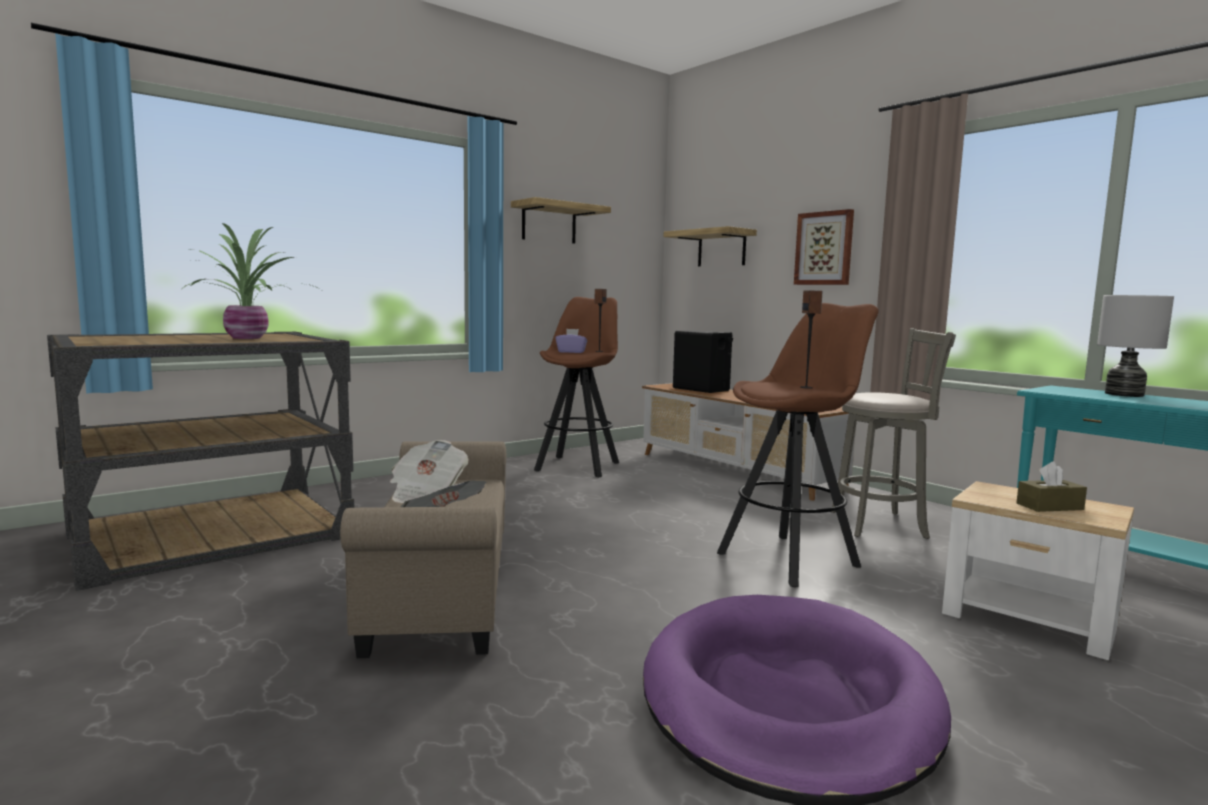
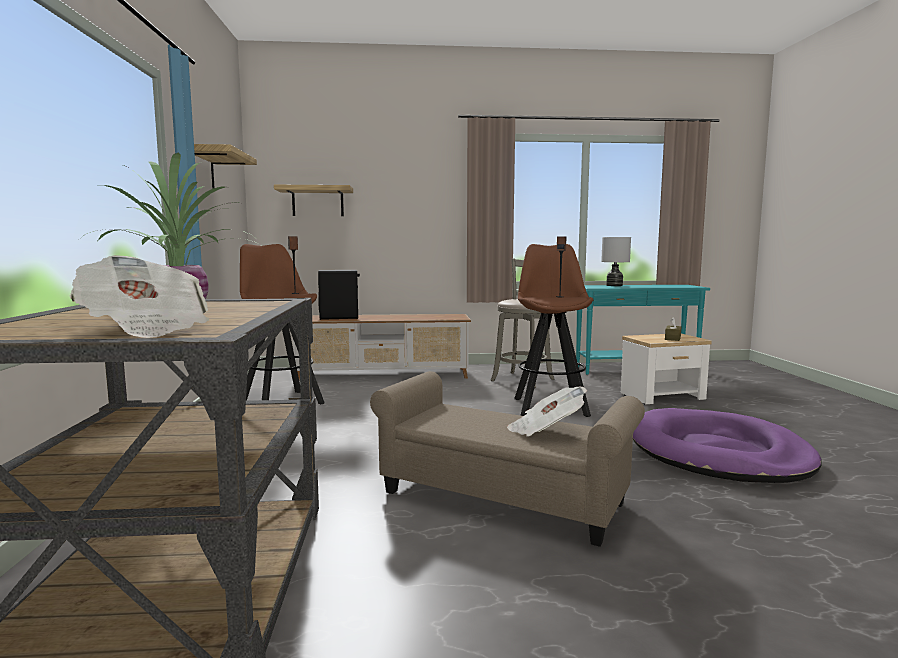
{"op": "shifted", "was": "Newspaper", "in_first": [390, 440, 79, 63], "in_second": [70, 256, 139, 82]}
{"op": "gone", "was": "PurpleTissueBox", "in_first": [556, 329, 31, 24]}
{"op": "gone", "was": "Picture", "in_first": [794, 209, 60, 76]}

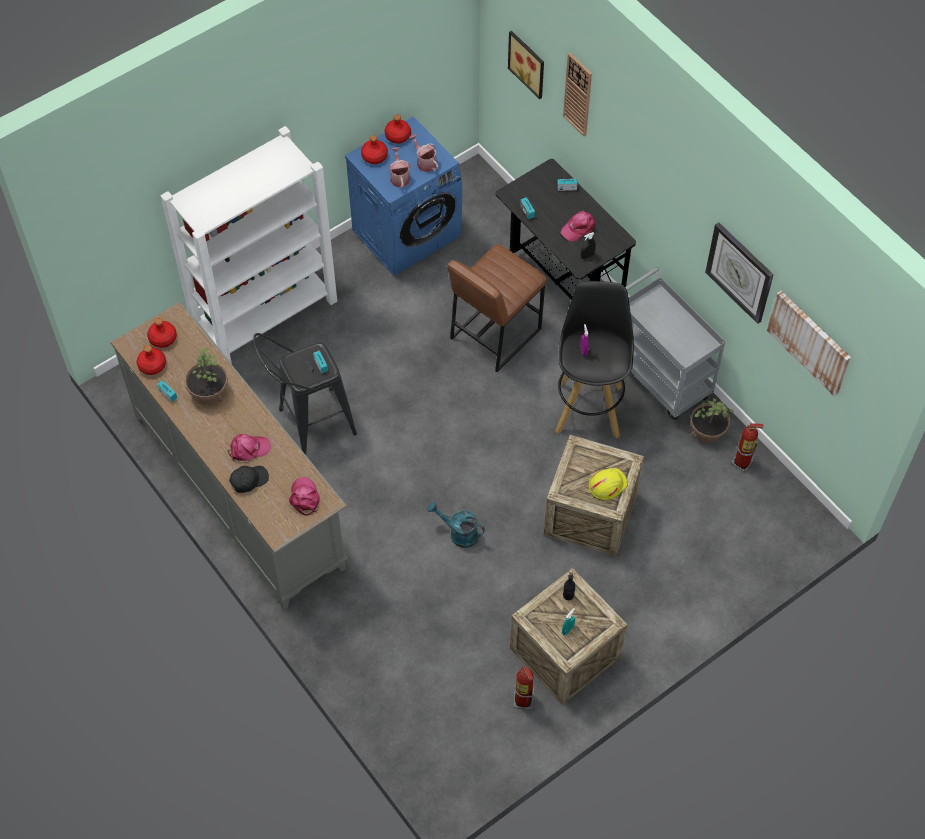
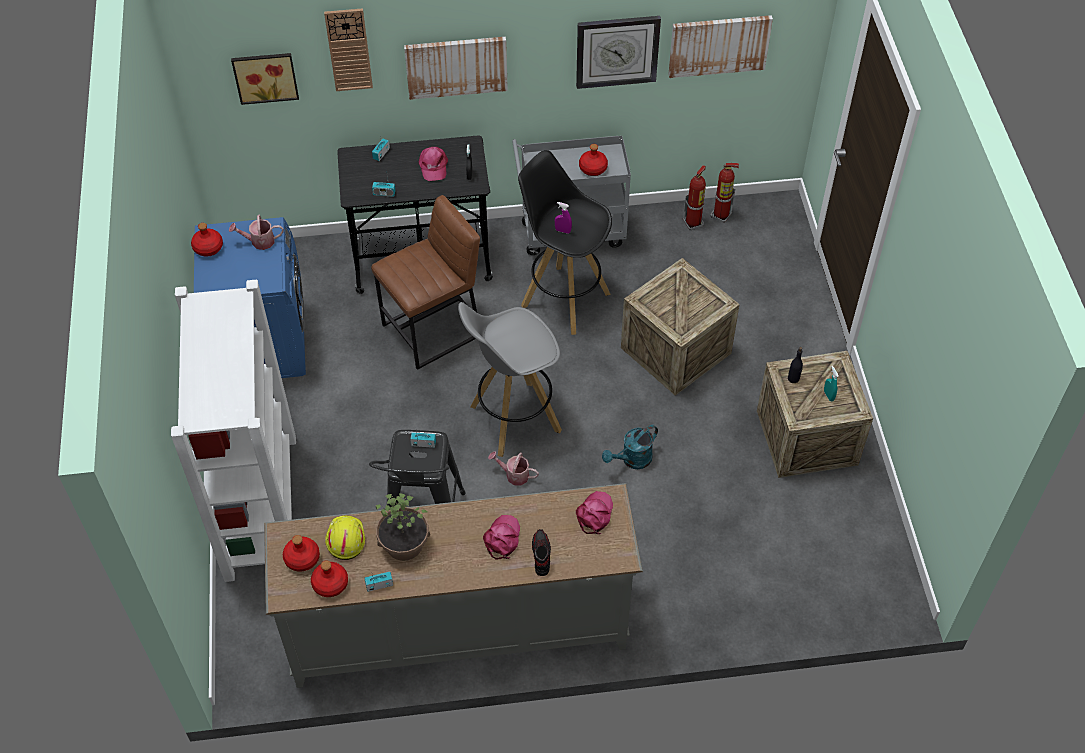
{"op": "shifted", "was": "YellowHardHat", "in_first": [589, 468, 39, 33], "in_second": [325, 515, 40, 45]}
{"op": "rotated", "was": "BrownChair", "in_first": [447, 244, 100, 128], "in_second": [371, 195, 109, 175], "clockwise": -105}
{"op": "new", "now": "Picture", "in_second": [404, 37, 104, 63]}
{"op": "new", "now": "GreyStool", "in_second": [458, 302, 104, 155]}
{"op": "shifted", "was": "WateringCan", "in_first": [389, 147, 22, 42], "in_second": [488, 451, 51, 35]}
{"op": "swapped", "was": "BlackCap", "now": "Shoe", "in_first": [229, 466, 40, 27], "in_second": [532, 529, 19, 47]}
{"op": "rotated", "was": "PinkCap", "in_first": [289, 477, 31, 39], "in_second": [576, 491, 37, 43], "clockwise": 90}
{"op": "shifted", "was": "RedBottle", "in_first": [361, 135, 27, 29], "in_second": [579, 144, 29, 32]}
{"op": "shifted", "was": "FireExtinguisher", "in_first": [514, 666, 20, 43], "in_second": [711, 163, 28, 60]}
{"op": "gone", "was": "PottedPlant", "in_first": [690, 398, 43, 45]}

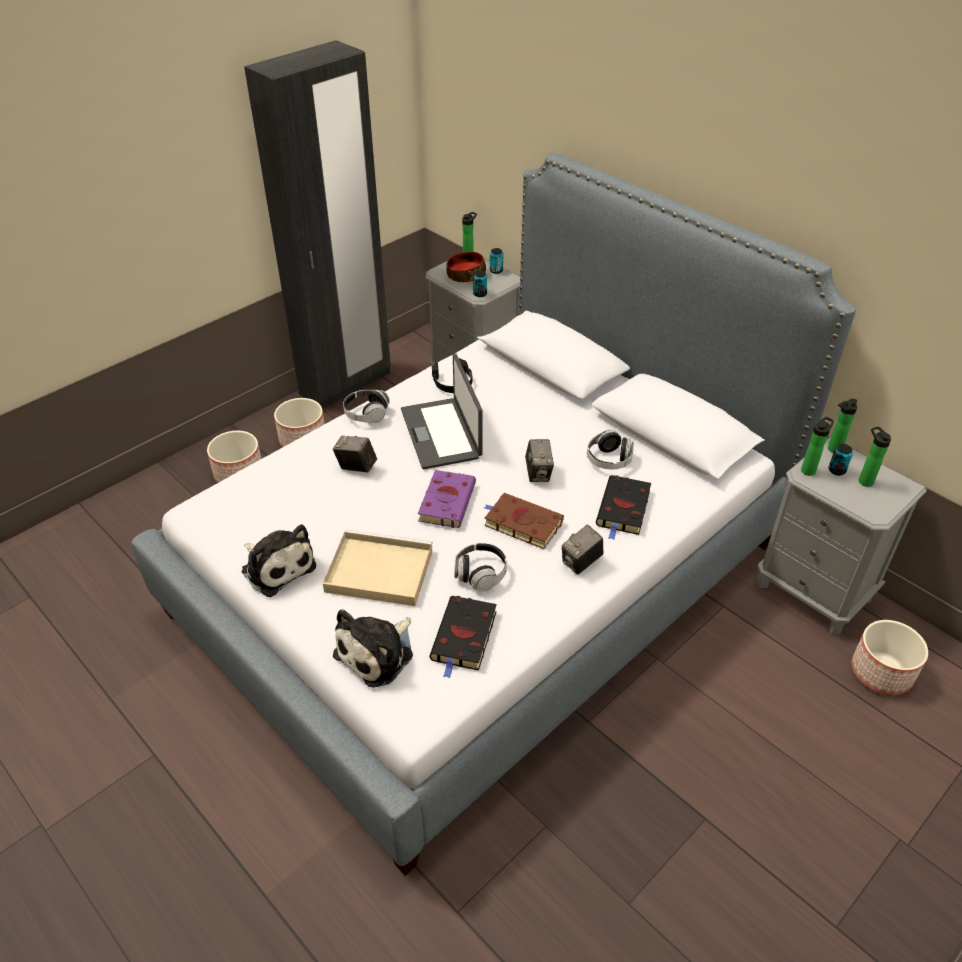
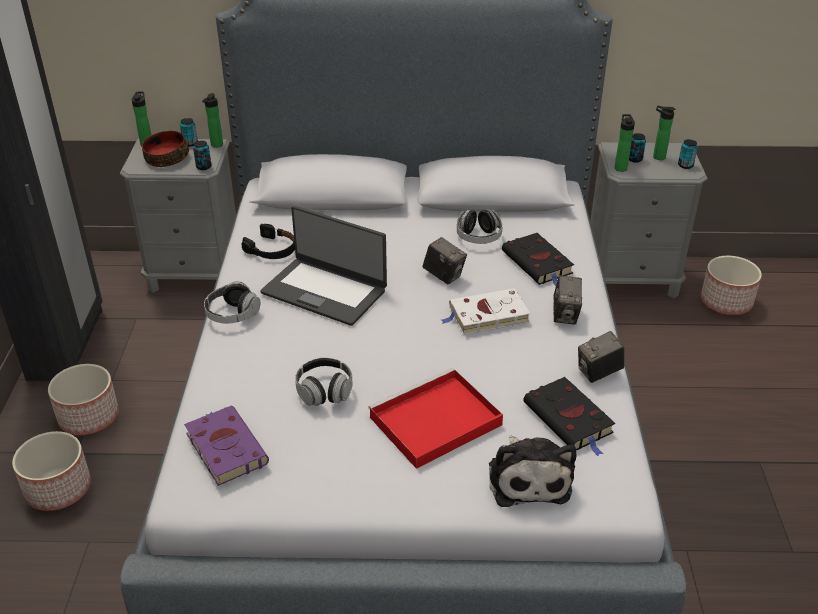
{"op": "shifted", "was": "PurpleBook", "in_first": [418, 470, 58, 58], "in_second": [184, 405, 85, 81]}
{"op": "shifted", "was": "Bottle", "in_first": [828, 399, 29, 54], "in_second": [202, 93, 21, 54]}
{"op": "shifted", "was": "Headphones", "in_first": [455, 543, 52, 49], "in_second": [295, 358, 57, 48]}
{"op": "repainted", "was": "BeigeTray", "now": "RedTray", "in_first": [323, 529, 110, 77], "in_second": [368, 368, 135, 101]}
{"op": "repainted", "was": "BrownBook", "now": "WhiteBook", "in_first": [484, 493, 80, 56], "in_second": [441, 288, 89, 47]}
{"op": "shifted", "was": "PhotoCamera", "in_first": [333, 436, 44, 37], "in_second": [578, 331, 46, 52]}
{"op": "new", "now": "Can", "in_second": [678, 139, 20, 30]}
{"op": "gone", "was": "PlushToy", "in_first": [242, 524, 74, 73]}

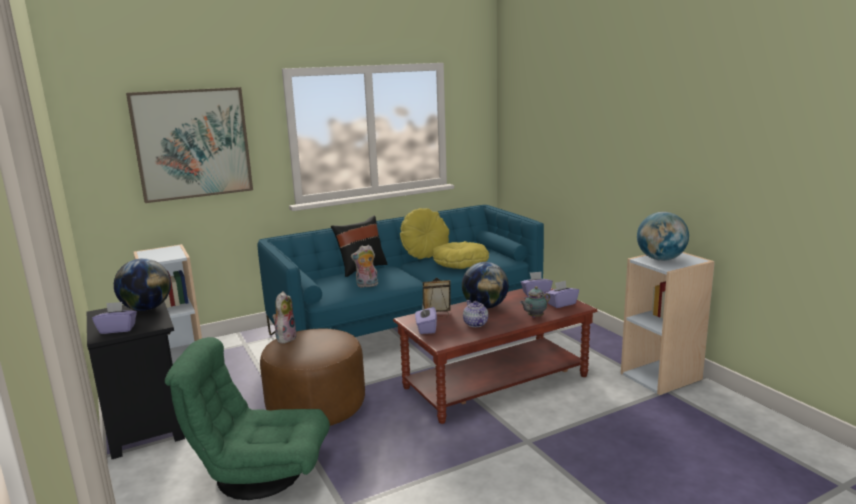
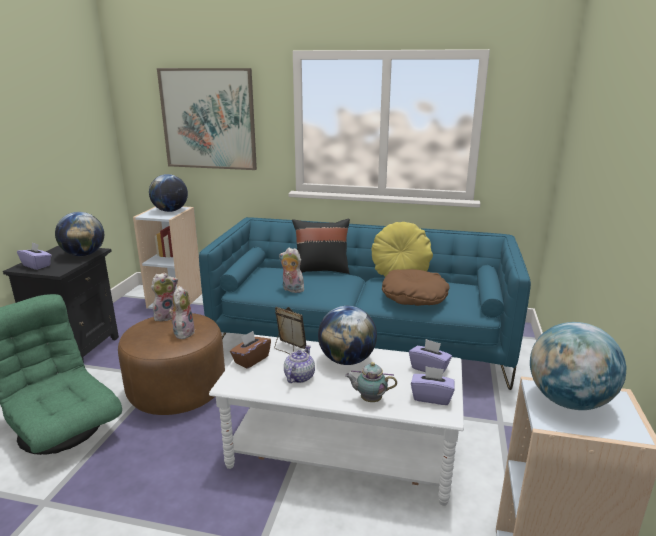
{"op": "new", "now": "Globe", "in_second": [149, 174, 39, 38]}
{"op": "new", "now": "PlushToy", "in_second": [169, 286, 26, 53]}
{"op": "repainted", "was": "BrownCoffeeTable", "now": "WhiteCoffeeTable", "in_first": [393, 288, 205, 136], "in_second": [209, 335, 255, 171]}
{"op": "repainted", "was": "PurpleTissueBox", "now": "BrownTissueBox", "in_first": [415, 304, 22, 30], "in_second": [230, 331, 41, 38]}
{"op": "repainted", "was": "YellowPillow", "now": "BrownPillow", "in_first": [433, 241, 56, 28], "in_second": [382, 269, 68, 37]}

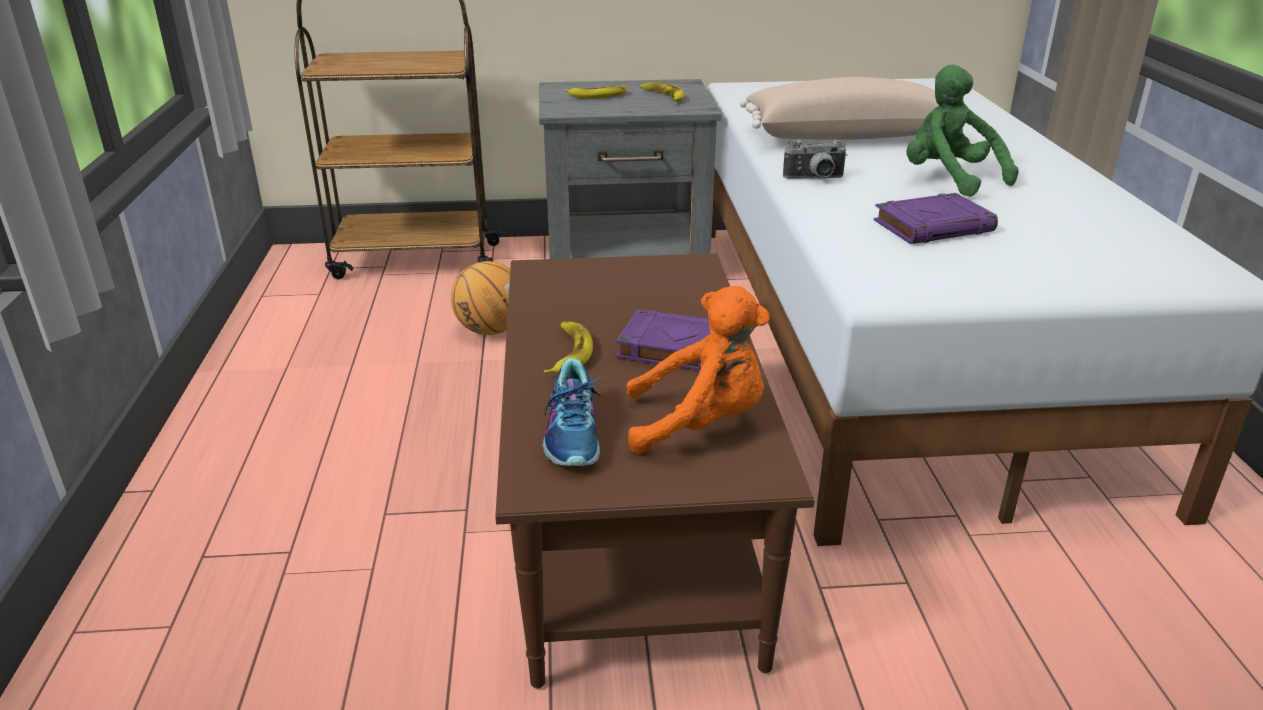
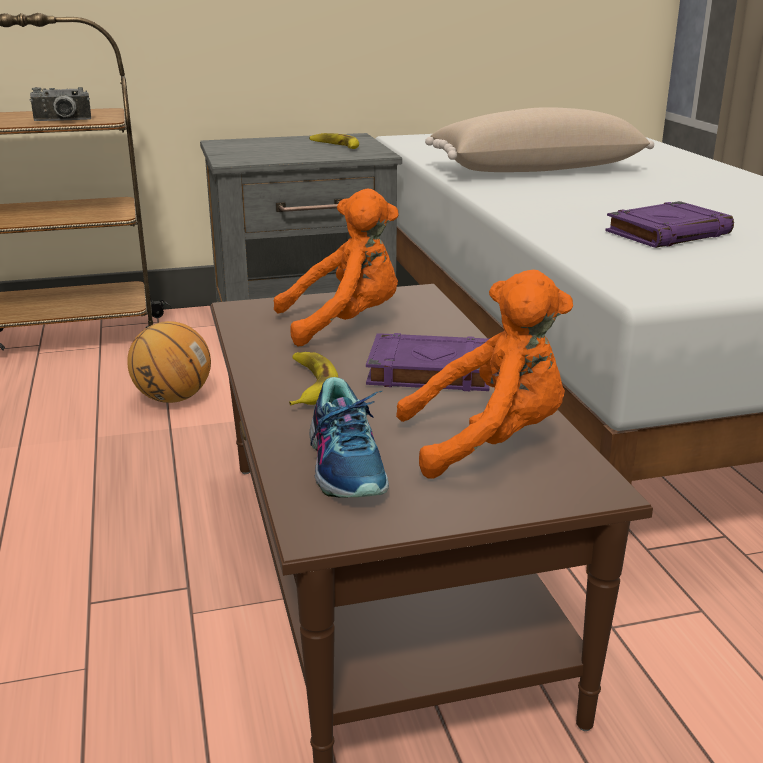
{"op": "shifted", "was": "PhotoCamera", "in_first": [783, 141, 64, 38], "in_second": [30, 87, 61, 34]}
{"op": "new", "now": "OrangePlushToy", "in_second": [274, 189, 125, 158]}
{"op": "gone", "was": "Banana", "in_first": [564, 85, 63, 14]}
{"op": "gone", "was": "GreenPlushToy", "in_first": [906, 64, 113, 133]}

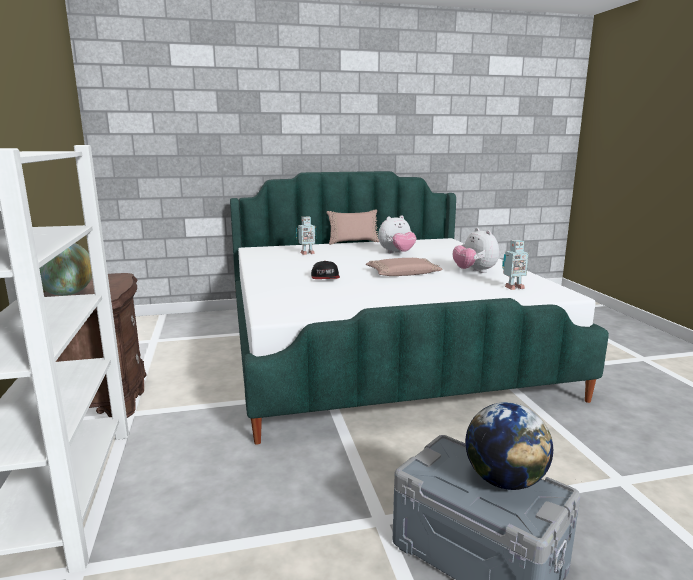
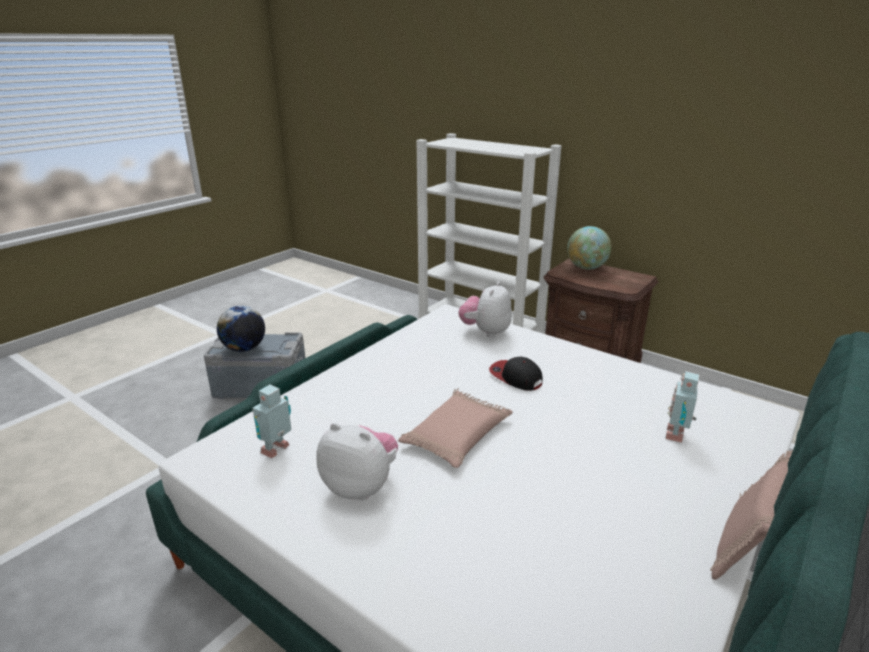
{"op": "shifted", "was": "PlushToy", "in_first": [378, 216, 38, 37], "in_second": [459, 282, 53, 56]}

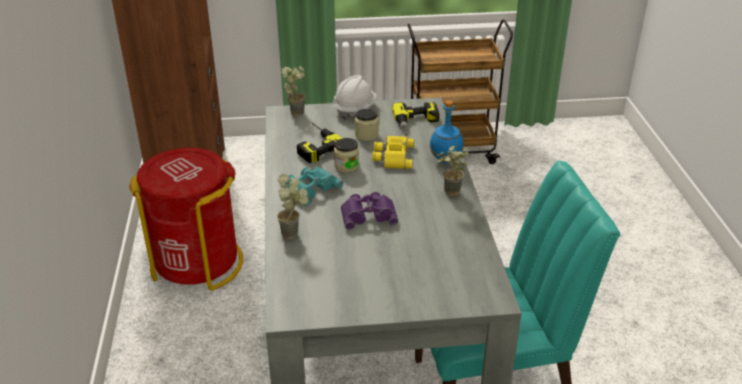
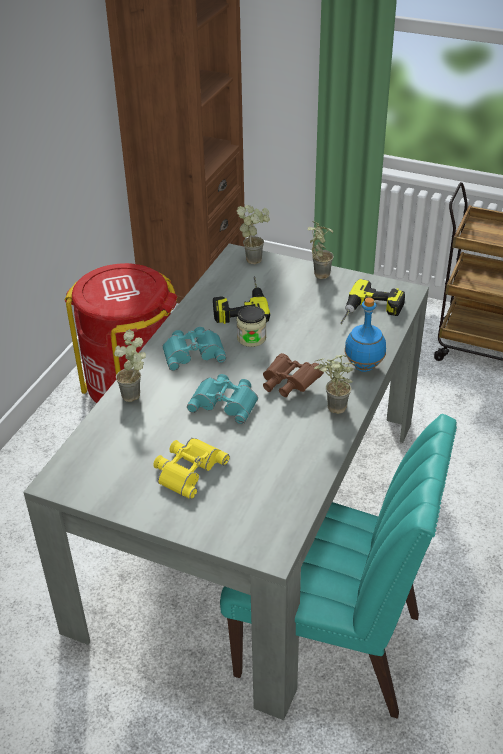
{"op": "shifted", "was": "YellowBinoculars", "in_first": [372, 136, 42, 33], "in_second": [153, 438, 77, 61]}
{"op": "repainted", "was": "PurpleBinoculars", "now": "TurquoiseBinoculars", "in_first": [341, 192, 57, 38], "in_second": [187, 374, 71, 50]}
{"op": "new", "now": "BrownBinoculars", "in_second": [263, 353, 61, 44]}
{"op": "swapped", "was": "WhiteHardHat", "now": "PottedPlant", "in_first": [333, 75, 44, 45], "in_second": [308, 221, 26, 58]}
{"op": "gone", "was": "Jar", "in_first": [355, 108, 24, 33]}

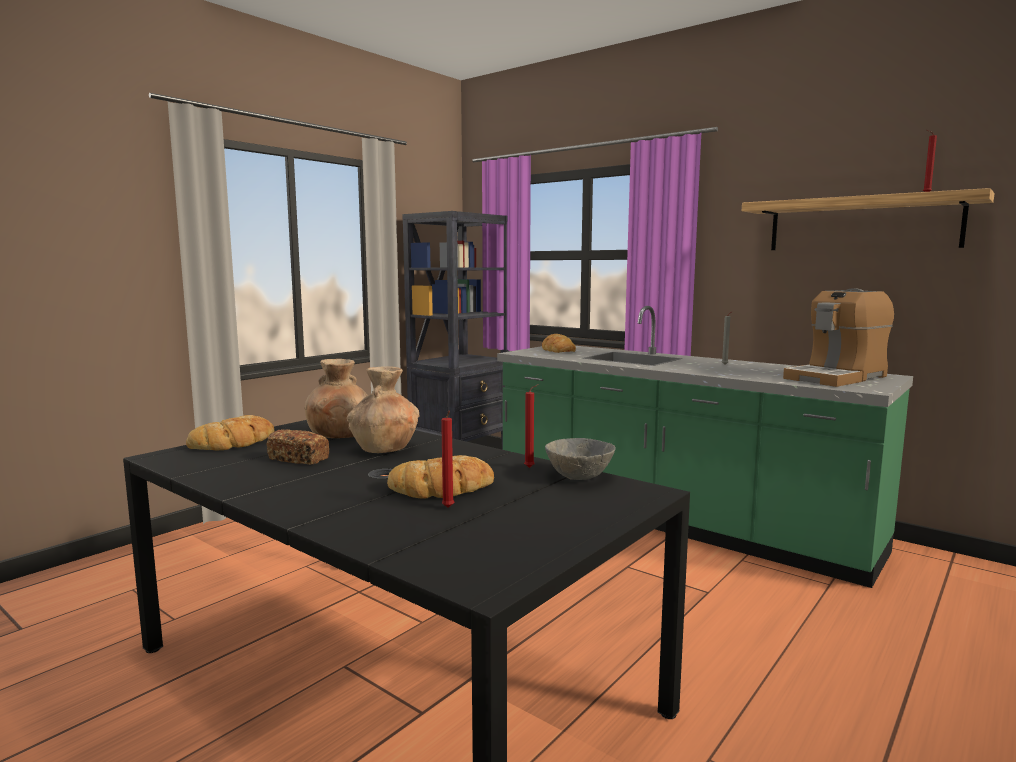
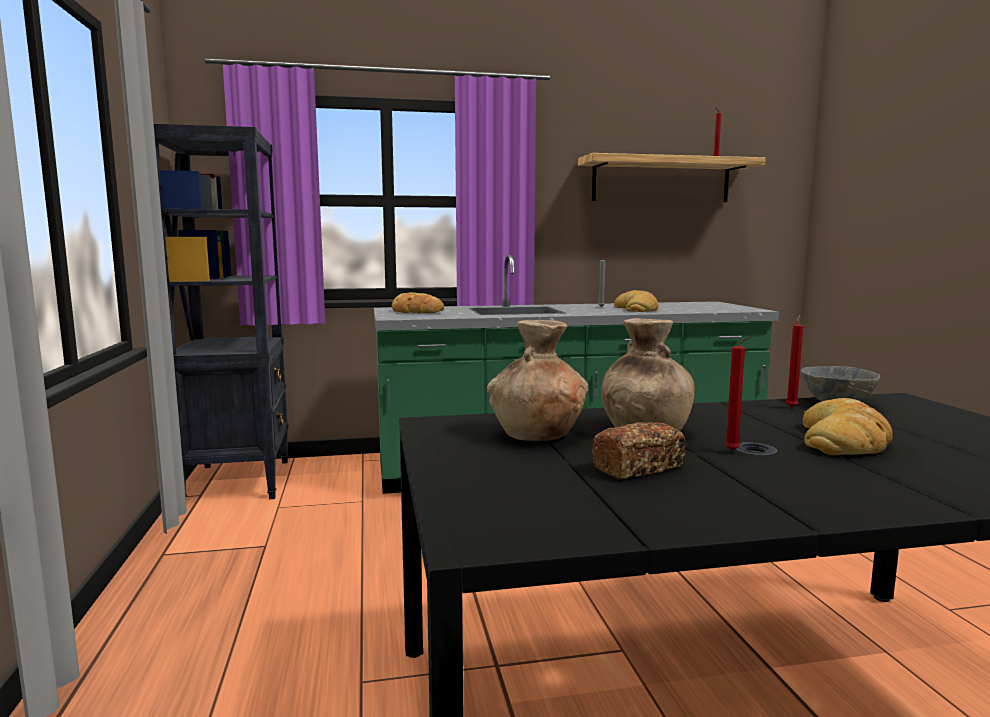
{"op": "shifted", "was": "Bread", "in_first": [186, 415, 88, 35], "in_second": [614, 290, 45, 22]}
{"op": "shifted", "was": "RedCandle", "in_first": [441, 411, 13, 97], "in_second": [725, 336, 28, 115]}
{"op": "gone", "was": "CoffeeMachine", "in_first": [783, 288, 111, 99]}

